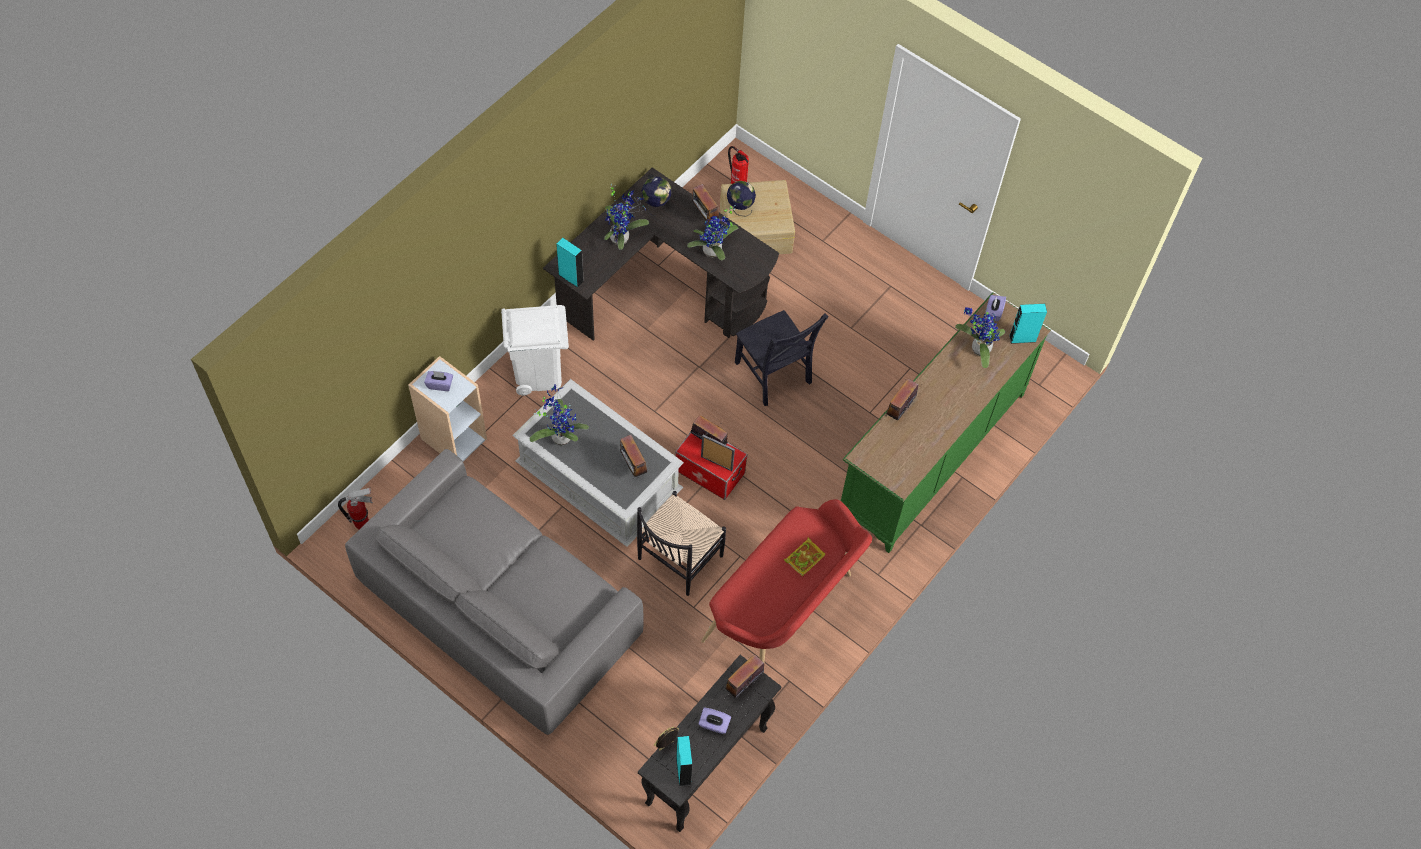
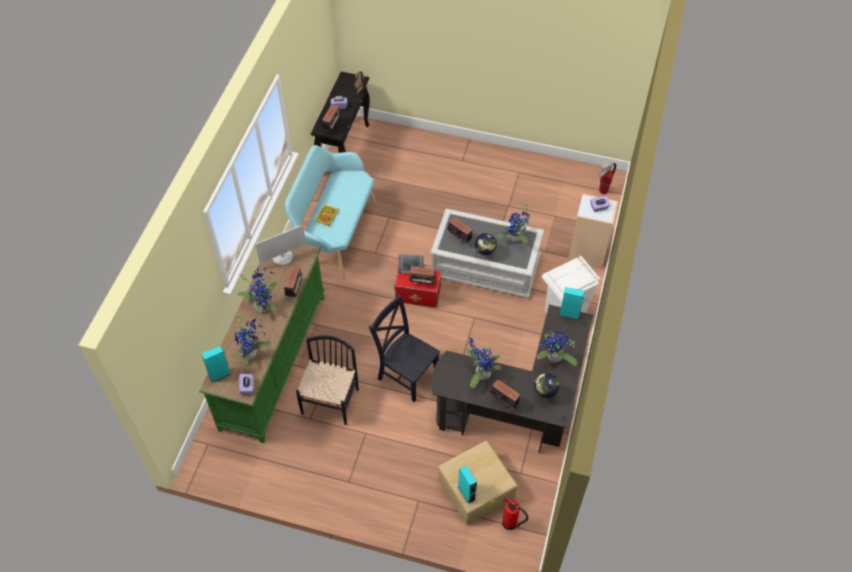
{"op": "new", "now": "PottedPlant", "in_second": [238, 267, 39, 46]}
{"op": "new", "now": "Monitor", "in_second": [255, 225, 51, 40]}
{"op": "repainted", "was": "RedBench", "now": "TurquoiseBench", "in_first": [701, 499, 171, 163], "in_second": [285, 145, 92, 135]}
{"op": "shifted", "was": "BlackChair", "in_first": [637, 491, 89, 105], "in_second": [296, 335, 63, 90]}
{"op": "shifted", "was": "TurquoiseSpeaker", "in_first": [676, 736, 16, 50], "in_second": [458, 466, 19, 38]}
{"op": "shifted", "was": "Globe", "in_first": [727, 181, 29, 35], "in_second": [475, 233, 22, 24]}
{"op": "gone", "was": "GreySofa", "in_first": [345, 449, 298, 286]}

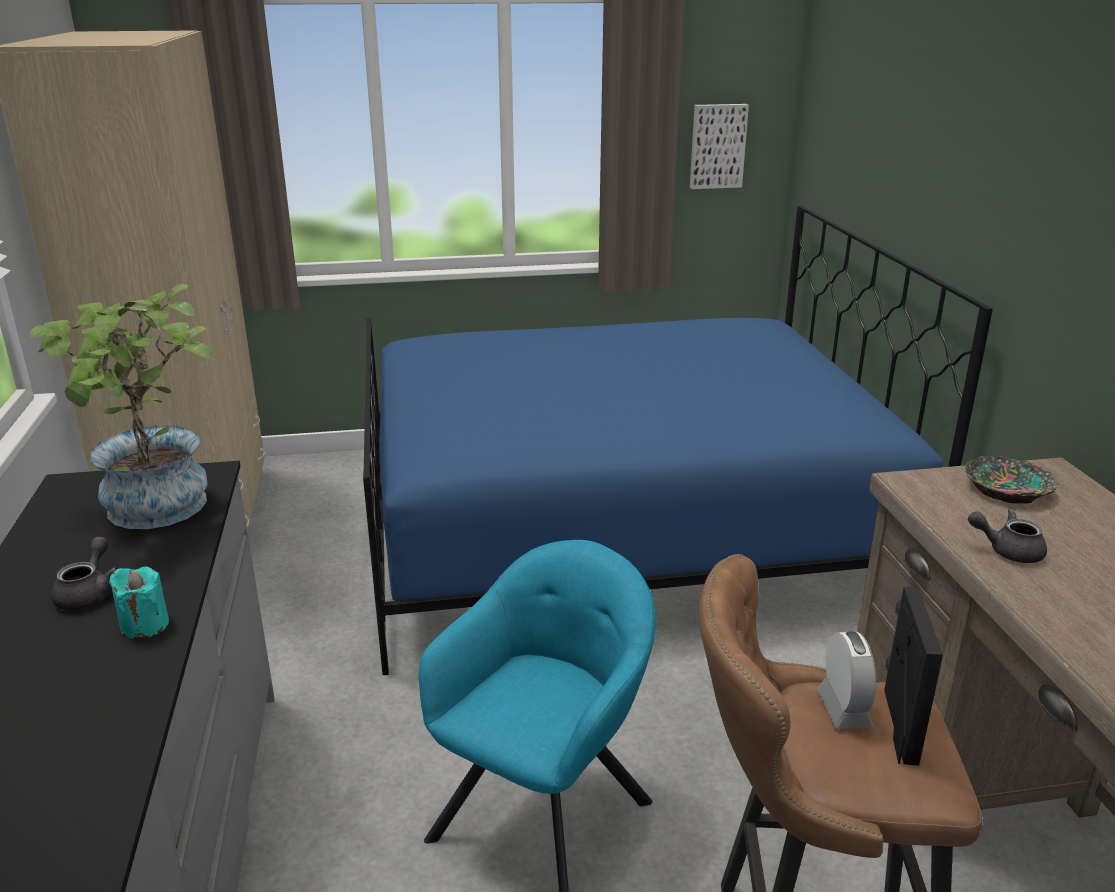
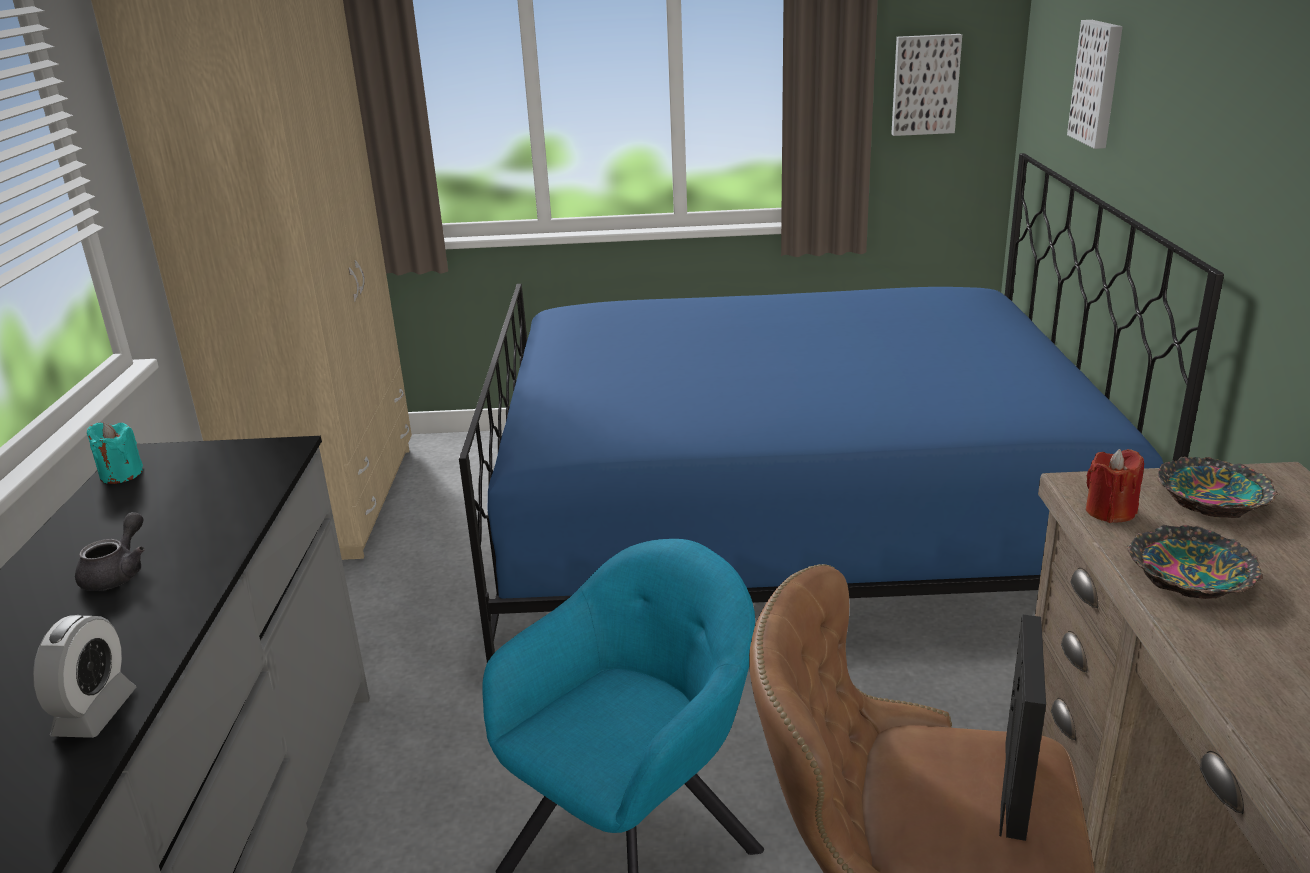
{"op": "shifted", "was": "AlarmClock", "in_first": [817, 631, 59, 98], "in_second": [33, 615, 103, 123]}
{"op": "shifted", "was": "TurquoiseCandle", "in_first": [109, 567, 60, 72], "in_second": [87, 422, 56, 62]}
{"op": "new", "now": "Picture", "in_second": [1067, 20, 56, 129]}
{"op": "new", "now": "RedCandle", "in_second": [1086, 449, 58, 74]}
{"op": "swapped", "was": "GreyTeapot", "now": "Bowl", "in_first": [968, 509, 79, 54], "in_second": [1127, 525, 136, 74]}
{"op": "gone", "was": "PottedPlant", "in_first": [30, 284, 182, 245]}

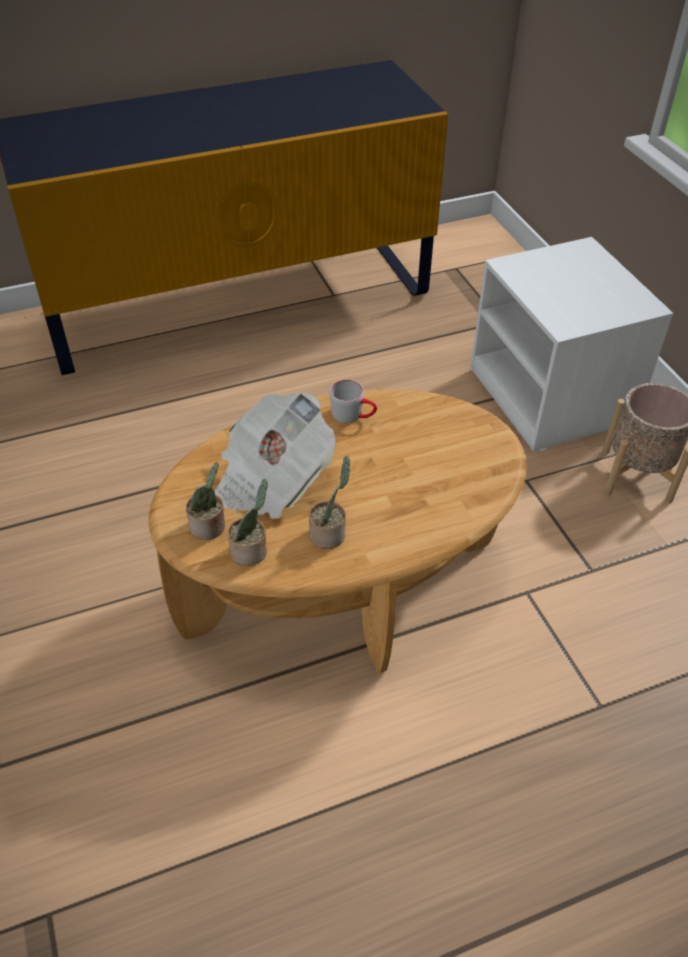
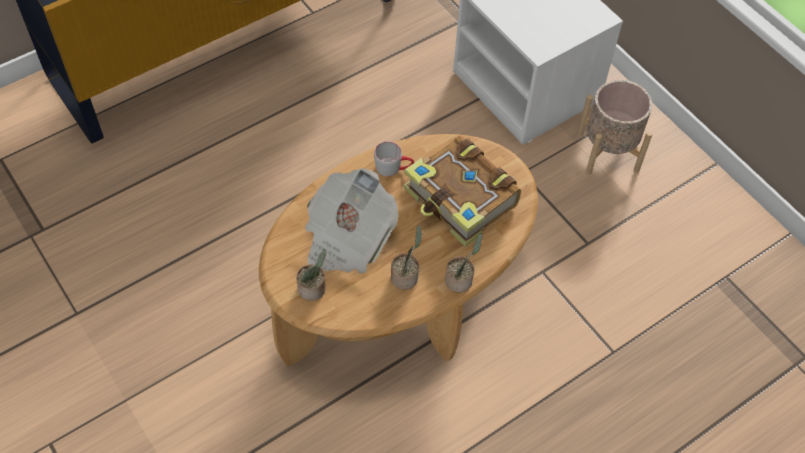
{"op": "new", "now": "Book", "in_second": [404, 135, 117, 112]}
{"op": "shifted", "was": "PottedPlant", "in_first": [228, 479, 40, 87], "in_second": [445, 233, 37, 60]}

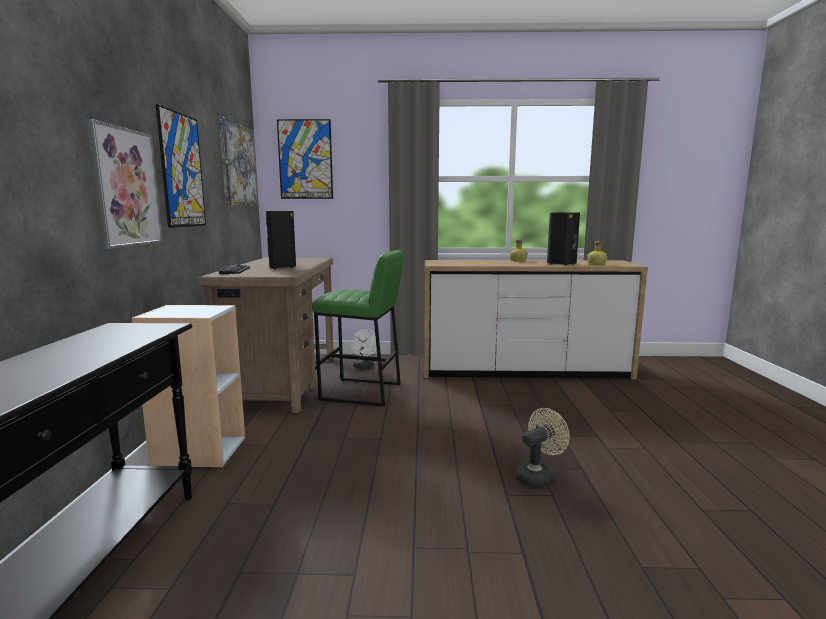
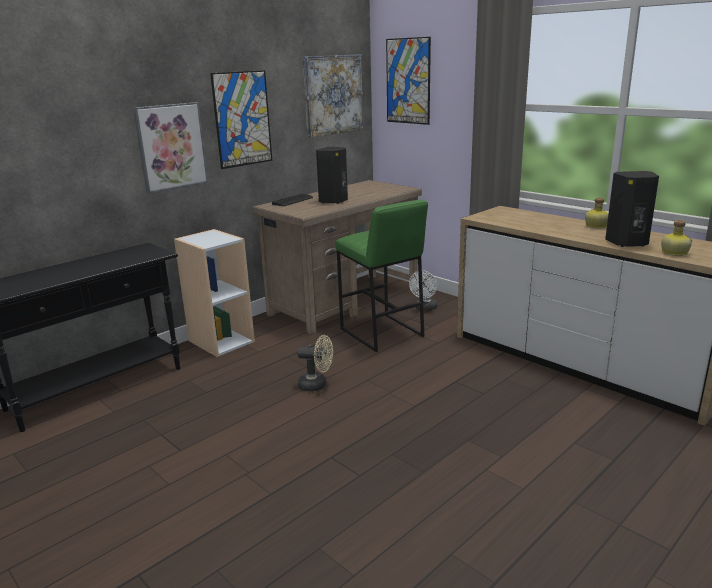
{"op": "shifted", "was": "BeigeFan", "in_first": [516, 408, 53, 80], "in_second": [297, 335, 36, 56]}

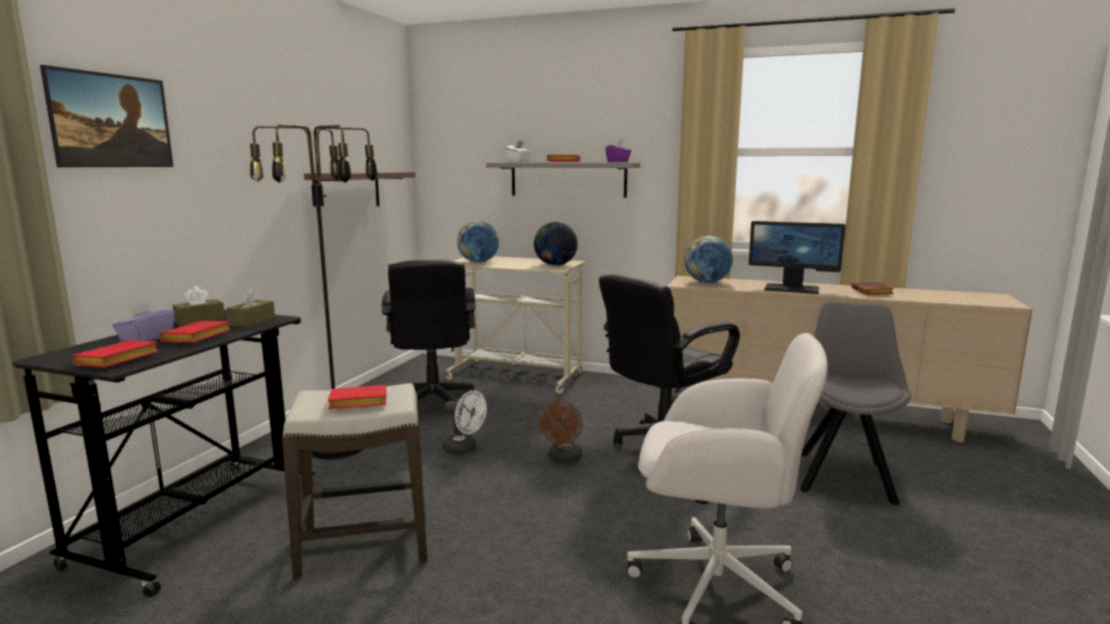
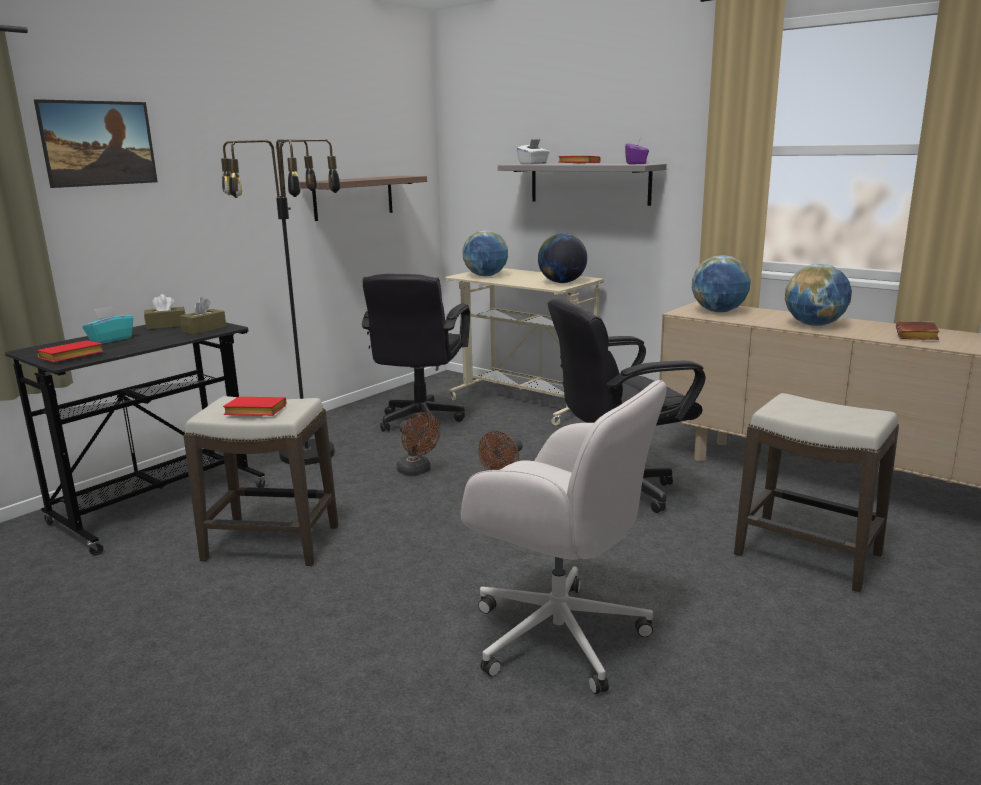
{"op": "repainted", "was": "PurpleTissueBox", "now": "TurquoiseTissueBox", "in_first": [112, 300, 63, 42], "in_second": [82, 306, 51, 38]}
{"op": "repainted", "was": "WhiteFan", "now": "BrownFan", "in_first": [443, 391, 44, 64], "in_second": [397, 412, 43, 63]}
{"op": "swapped", "was": "GreyChair", "now": "Stool", "in_first": [800, 301, 111, 204], "in_second": [734, 393, 165, 199]}
{"op": "swapped", "was": "Monitor", "now": "Globe", "in_first": [749, 221, 97, 73], "in_second": [785, 264, 67, 62]}
{"op": "gone", "was": "RedBook", "in_first": [159, 321, 72, 22]}

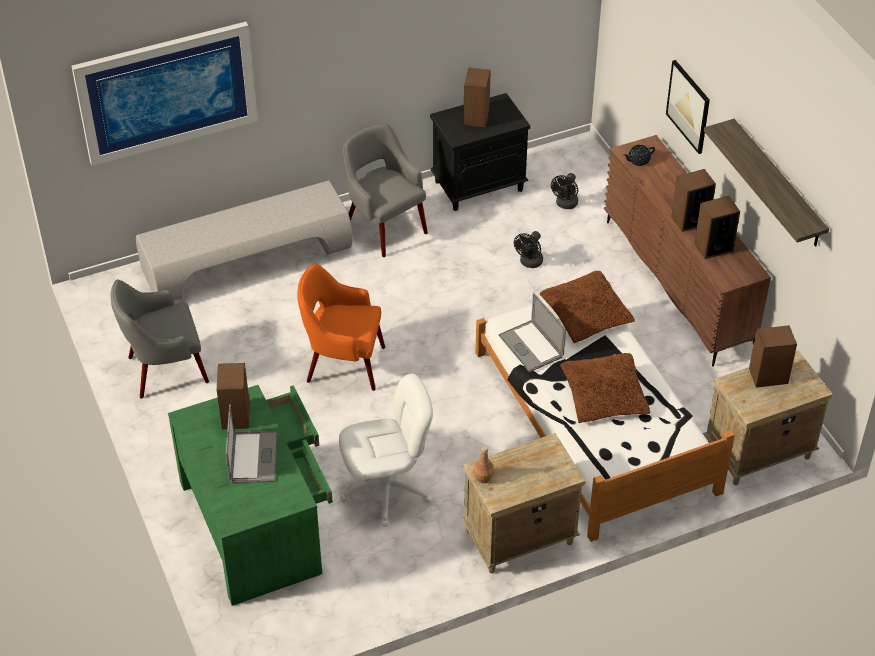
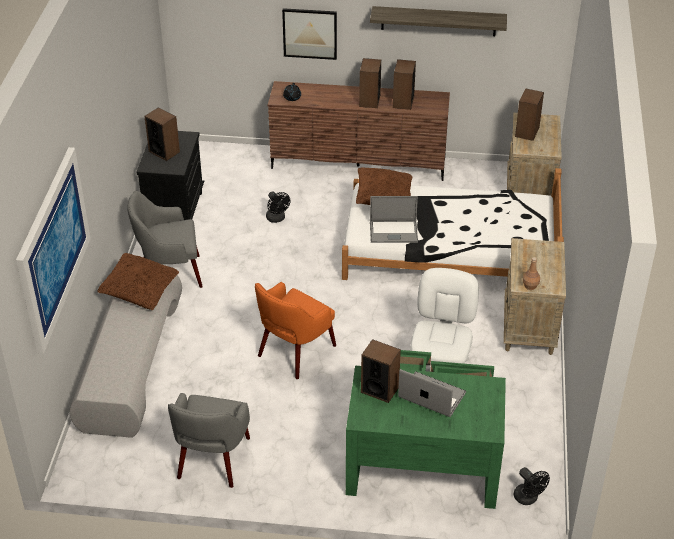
{"op": "shifted", "was": "BrownPillow", "in_first": [560, 353, 90, 71], "in_second": [97, 253, 82, 57]}
{"op": "shifted", "was": "BlackFan", "in_first": [551, 173, 27, 36], "in_second": [514, 467, 36, 38]}

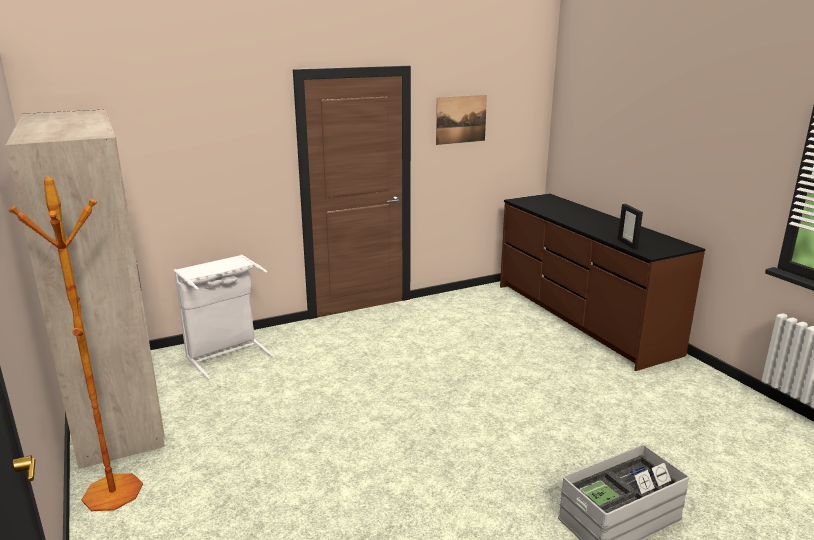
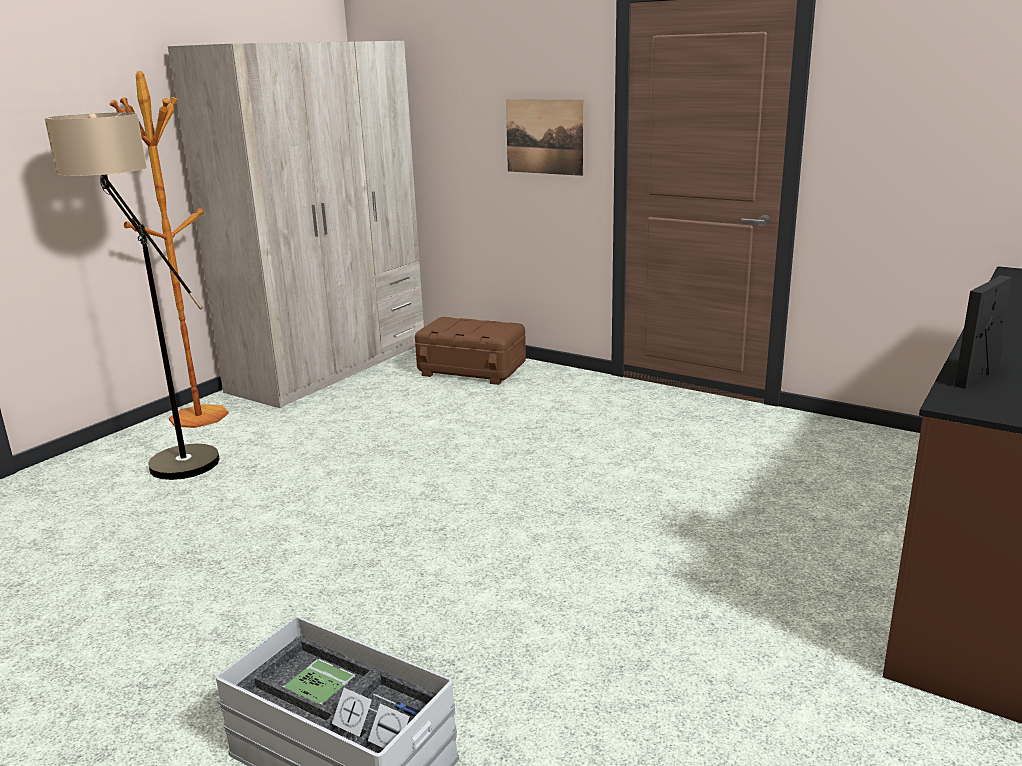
{"op": "new", "now": "FloorLamp", "in_second": [44, 112, 176, 368]}
{"op": "swapped", "was": "WhiteLaundryBasket", "now": "BrownStorageBox", "in_first": [173, 254, 102, 125], "in_second": [415, 317, 111, 68]}
{"op": "shifted", "was": "Picture", "in_first": [436, 95, 51, 50], "in_second": [506, 99, 78, 77]}

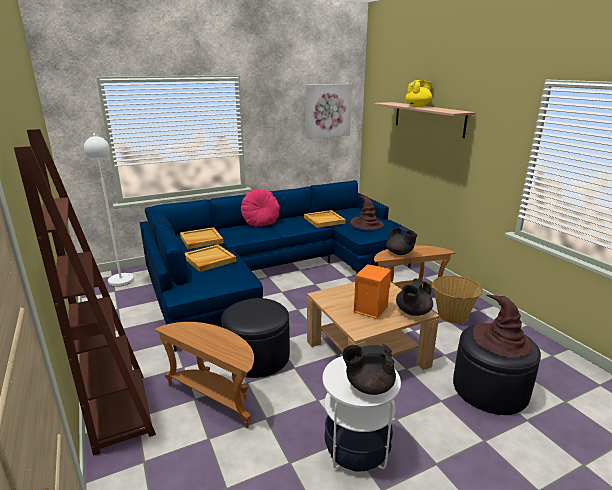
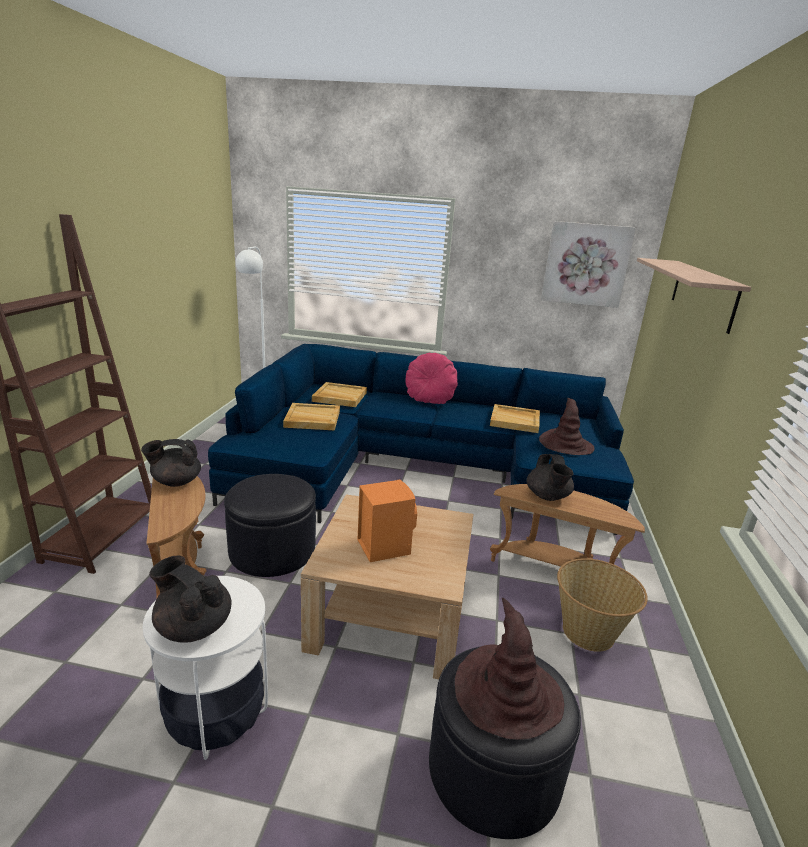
{"op": "shifted", "was": "BlackTeapot", "in_first": [396, 278, 37, 38], "in_second": [141, 439, 60, 48]}
{"op": "gone", "was": "YellowTeapot", "in_first": [405, 80, 27, 27]}

